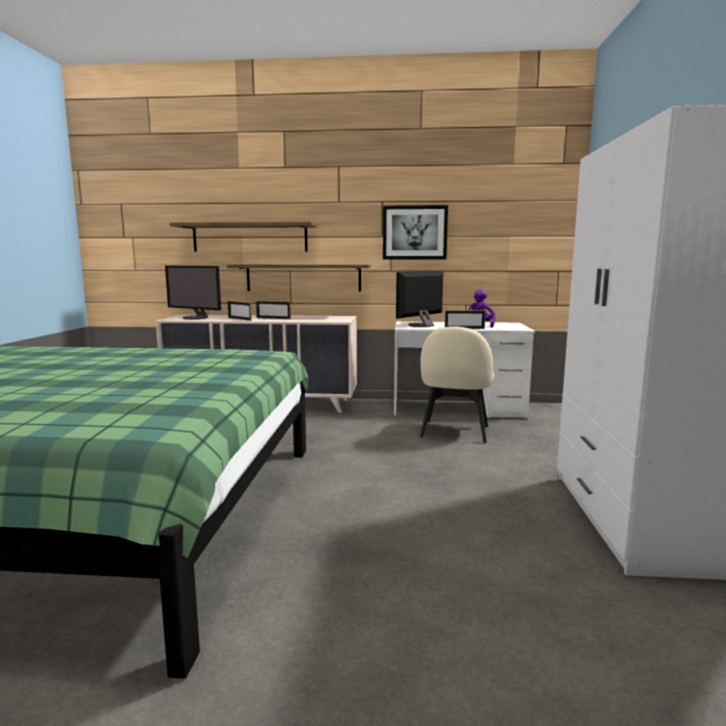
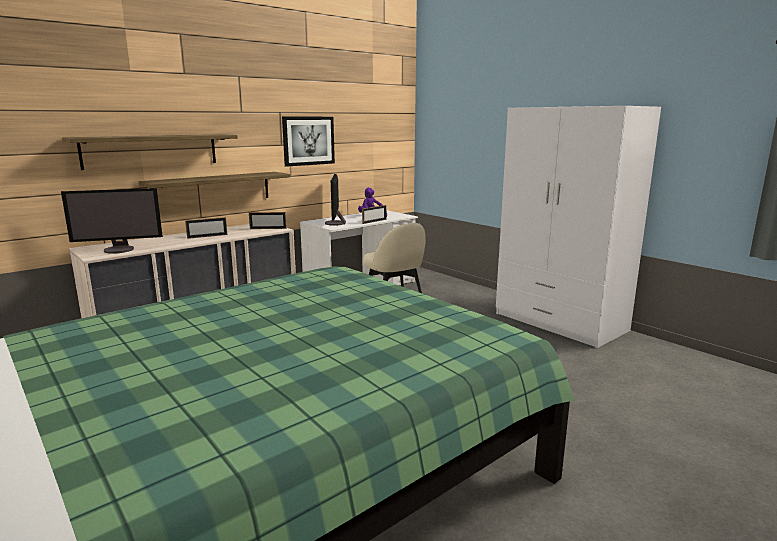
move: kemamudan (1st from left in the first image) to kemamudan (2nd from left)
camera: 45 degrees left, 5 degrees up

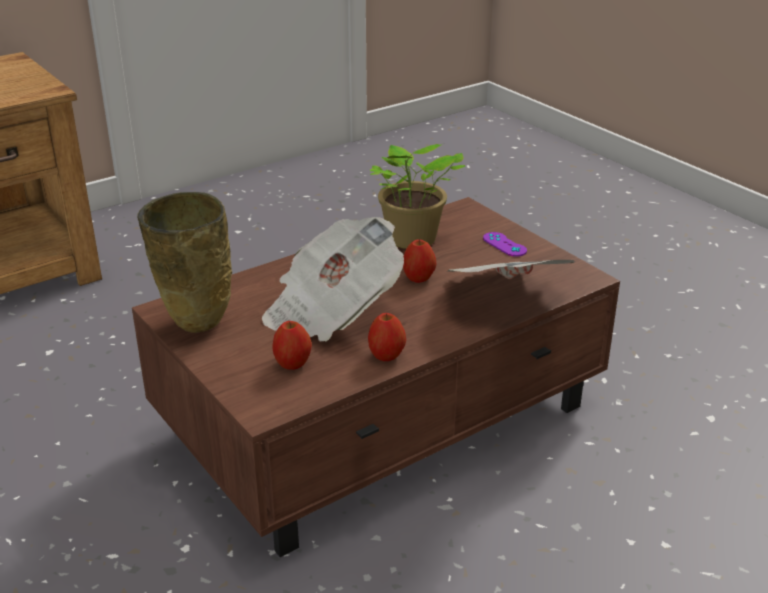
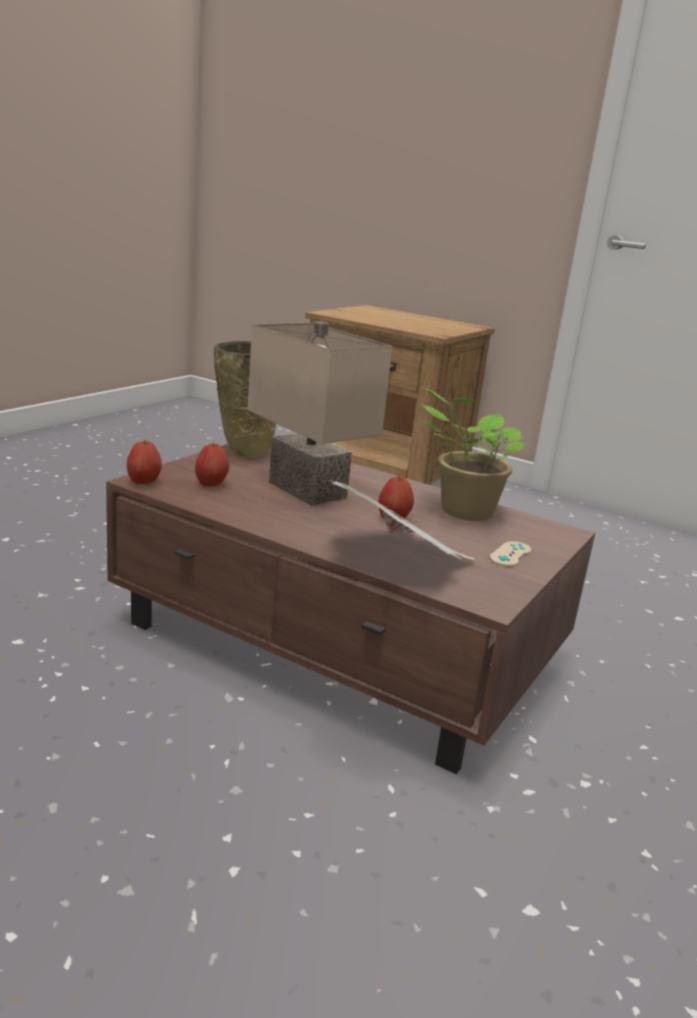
move: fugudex (2nd from left in the first image) to fugudex (1st from left)
replace: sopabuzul (1st from left) to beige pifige
recolor: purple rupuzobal to beige rupuzobal
camera: 65 degrees right, 10 degrees down

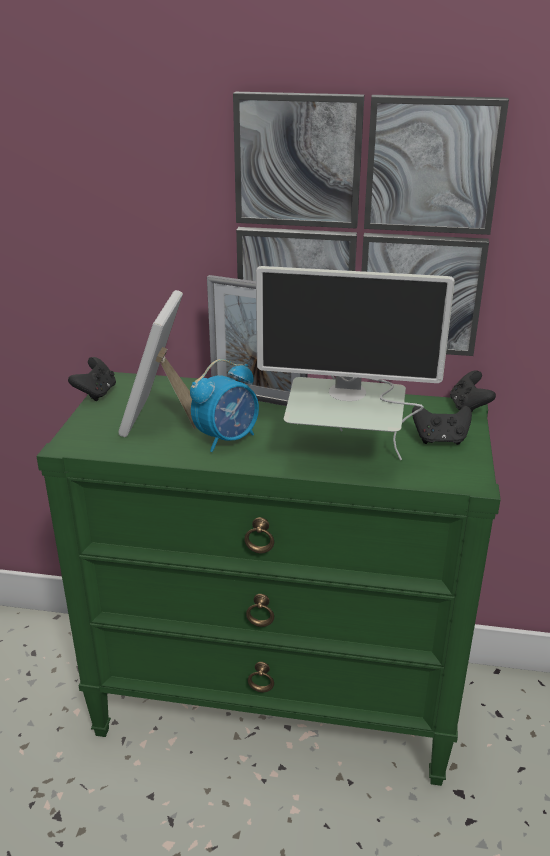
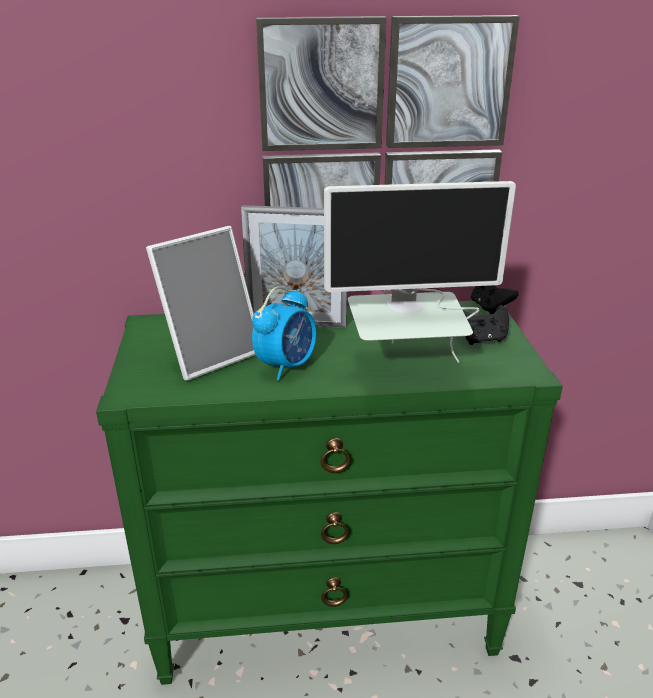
delete: black rupuzobal (1st from left)
rotate: kemamudan (1st from left) 120 degrees counterclockwise
camera: 15 degrees left, 0 degrees up

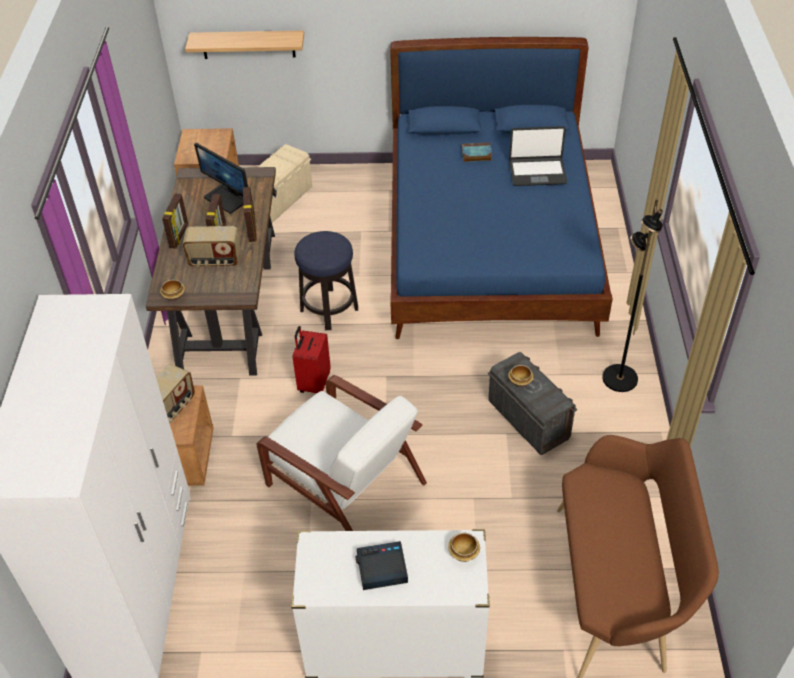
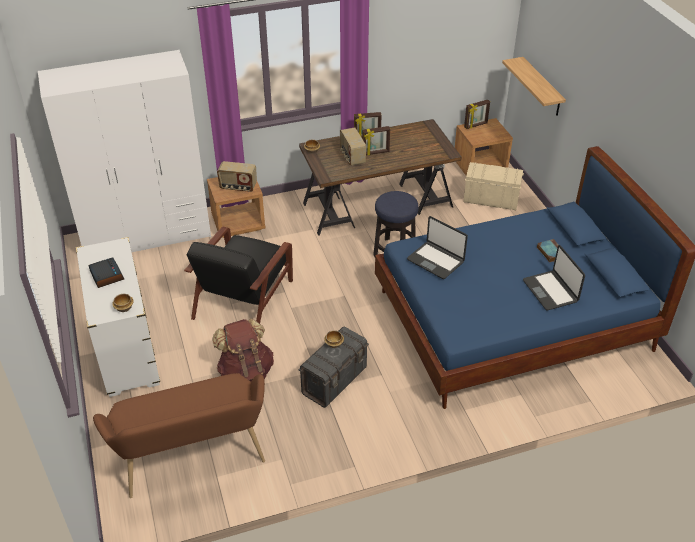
delete: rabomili; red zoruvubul; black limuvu
insert: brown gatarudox; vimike (1st from left)
move: kemamudan (3rd from left)
recolor: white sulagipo to black sulagipo
camera: 70 degrees right, 5 degrees down

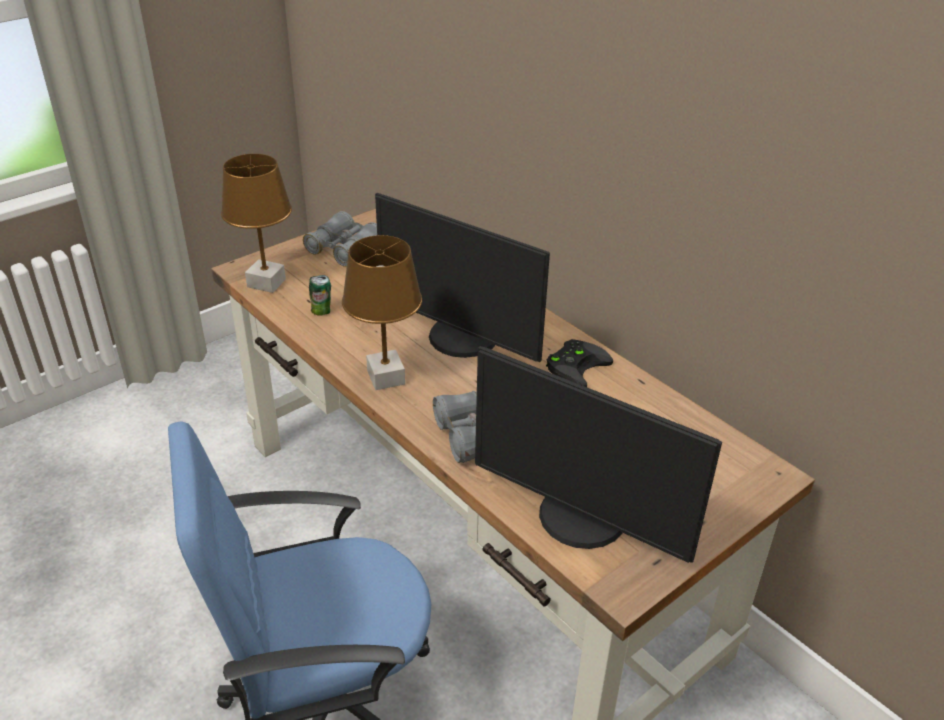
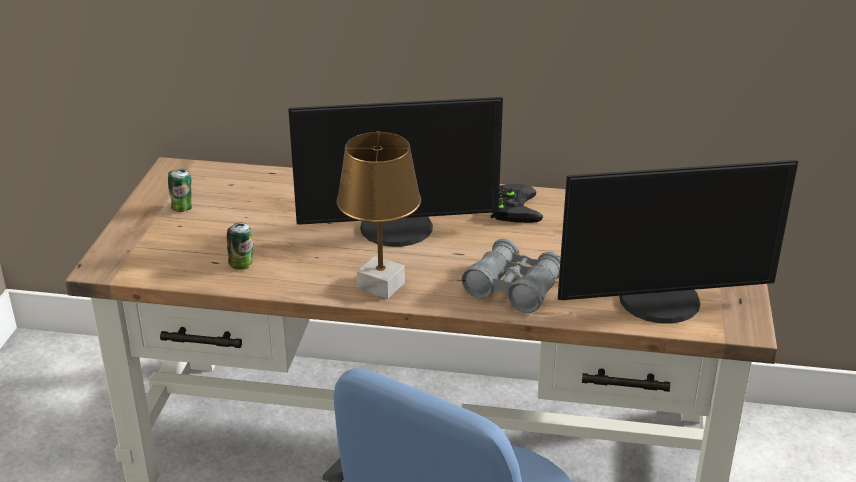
delete: brown pifige (1st from left)
replace: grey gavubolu (1st from left) to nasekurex (1st from left)
camera: 40 degrees left, 5 degrees down

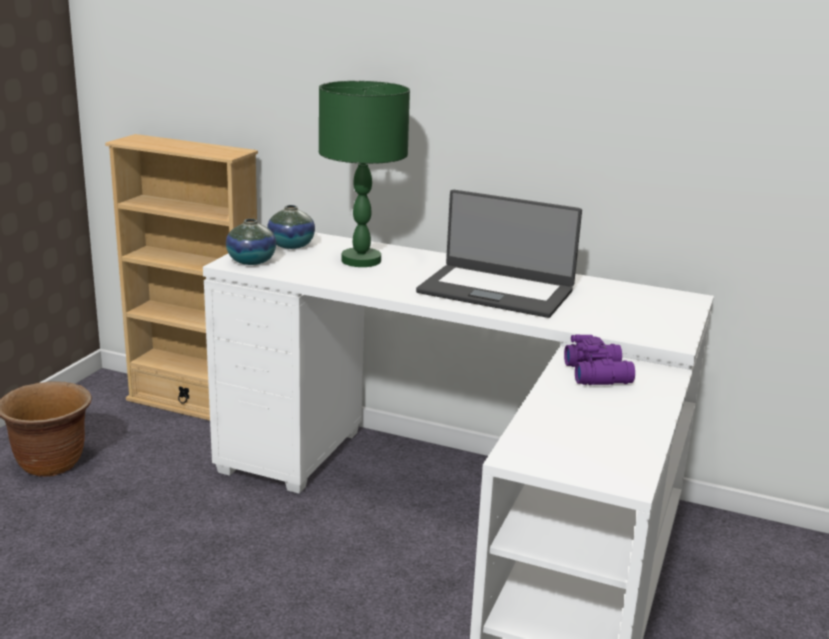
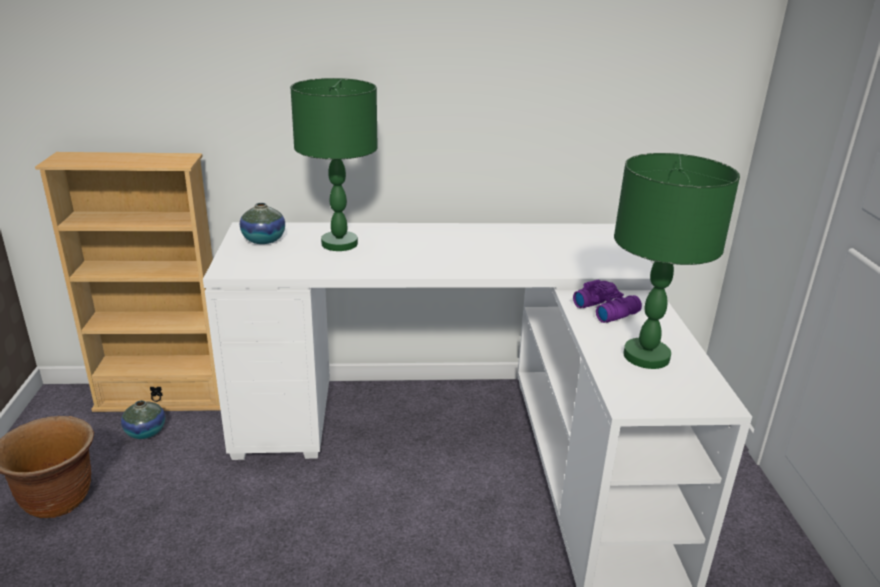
delete: vimike
insert: green pifige (2nd from left)
move: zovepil (1st from left)
camera: 25 degrees left, 5 degrees up

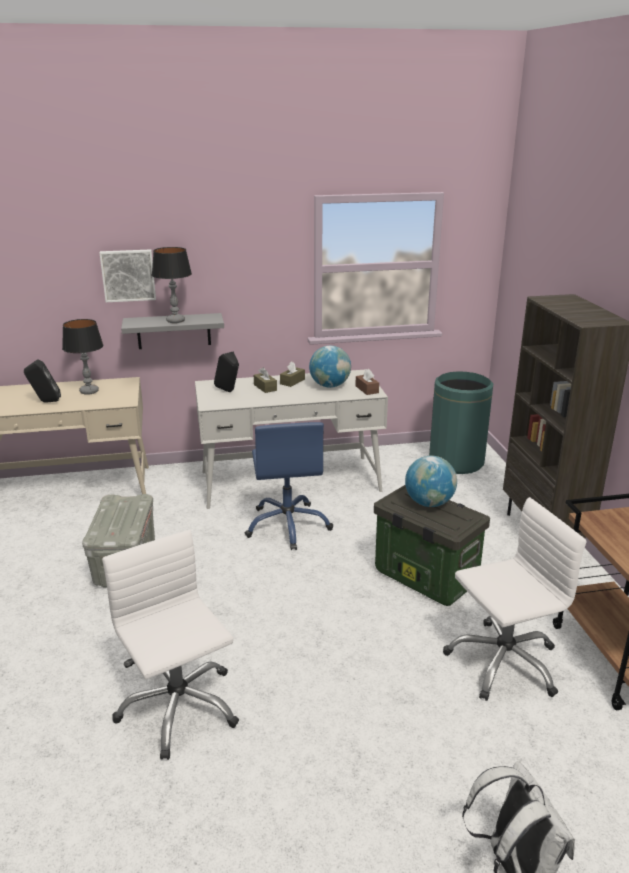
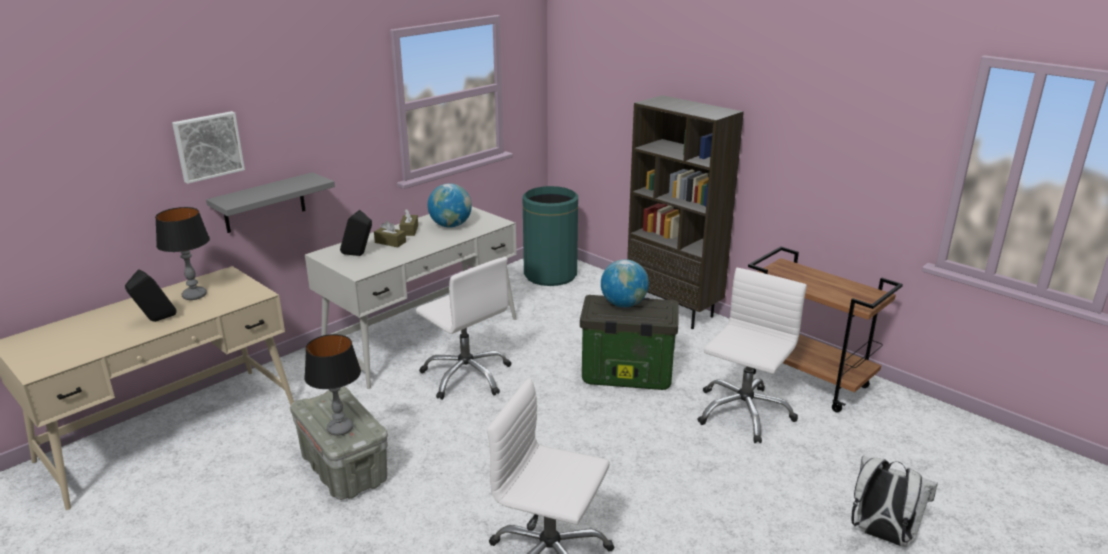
delete: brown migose (3rd from left)
move: pifige (2nd from left)
recolor: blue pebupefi to white pebupefi (1st from left)
camera: 35 degrees left, 0 degrees up

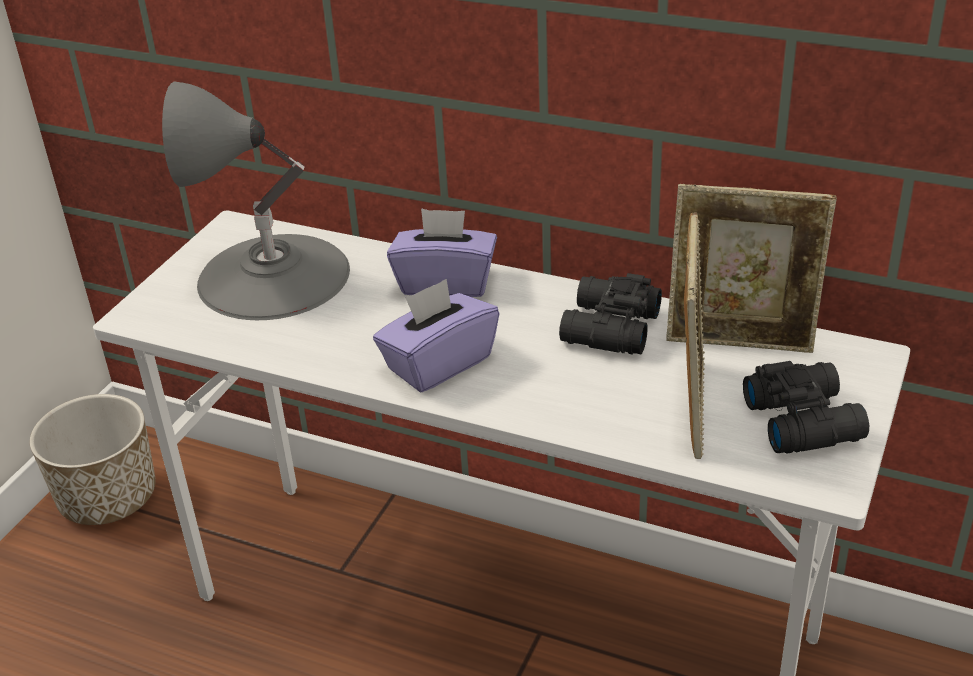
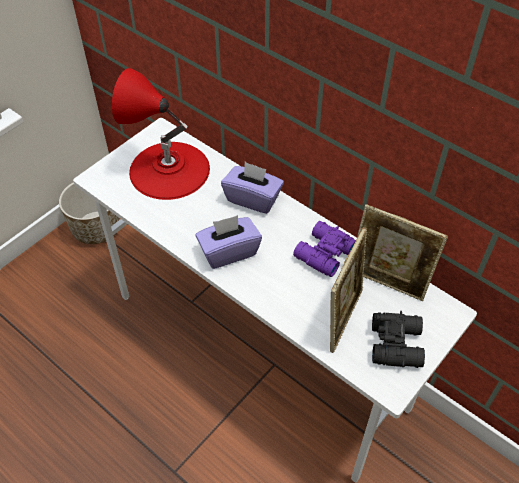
recolor: grey pifige to red pifige; black gavubolu (1st from left) to purple gavubolu
camera: 15 degrees right, 15 degrees up

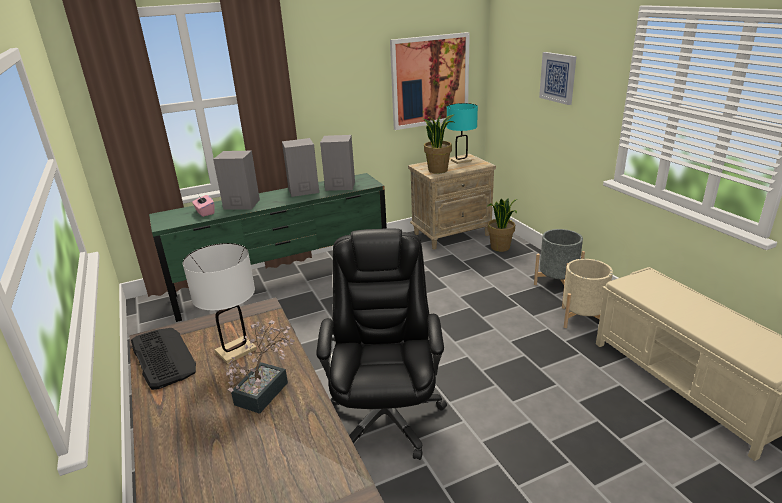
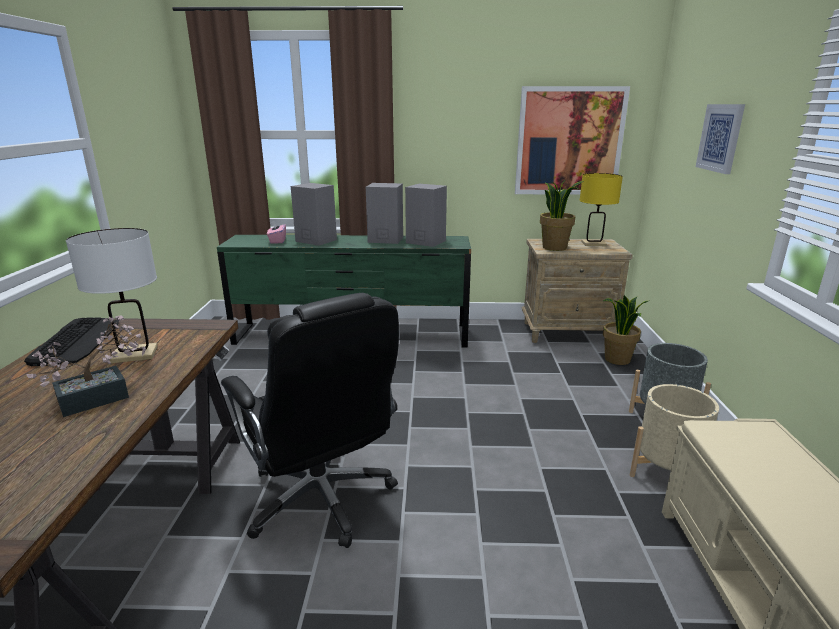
recolor: turquoise pifige to yellow pifige
rotate: black pebupefi 120 degrees clockwise
camera: 25 degrees right, 5 degrees down

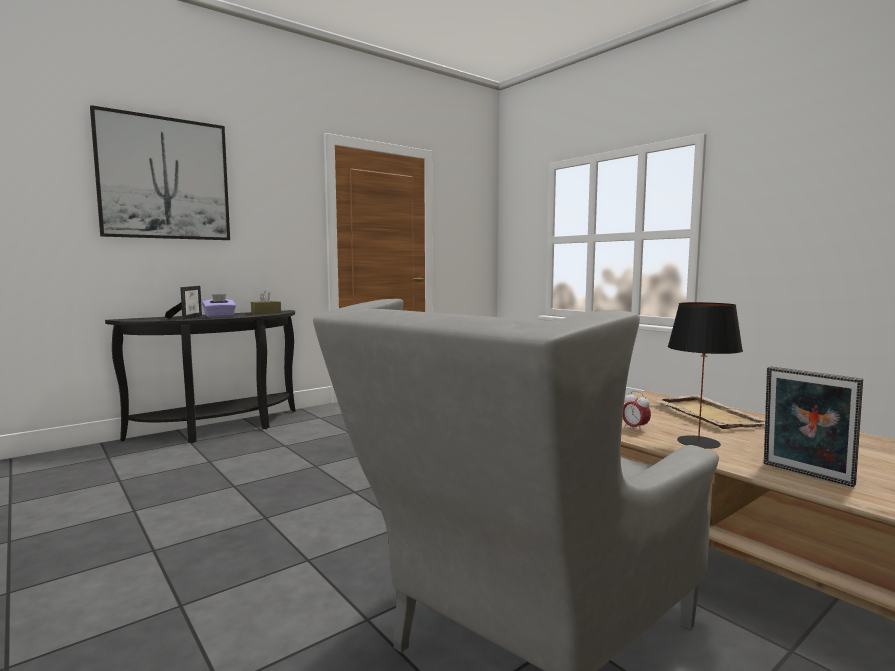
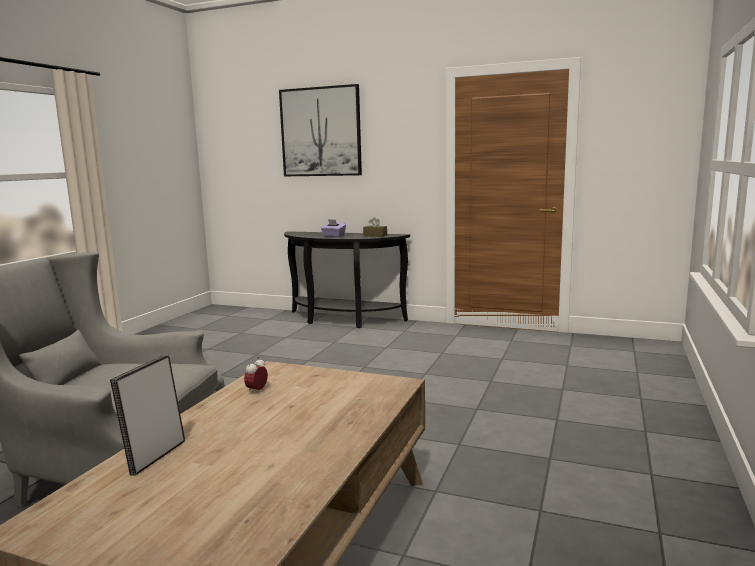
delete: kemamudan (1st from left); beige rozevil; black pifige
camera: 60 degrees right, 5 degrees up

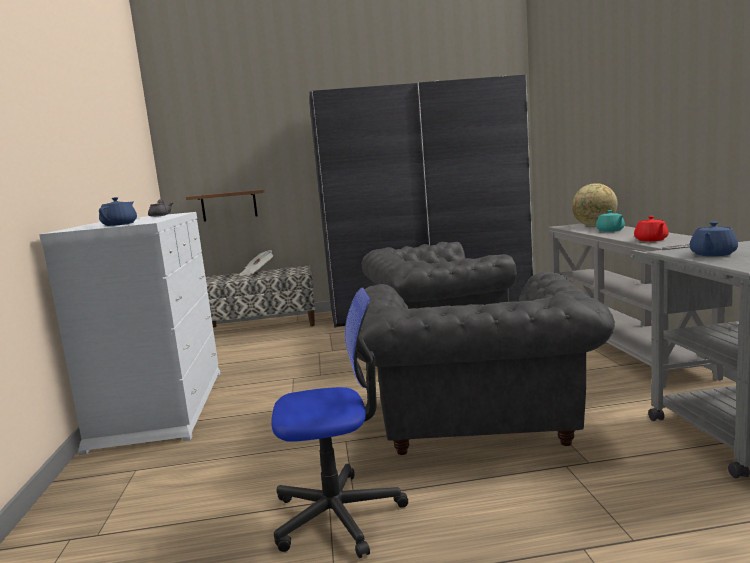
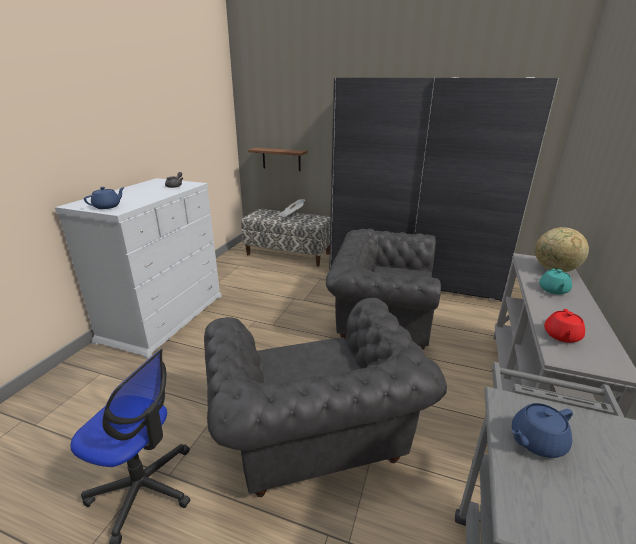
rotate: grey sulagipo (2nd from left in the first image) 45 degrees counterclockwise
camera: 25 degrees right, 15 degrees up

